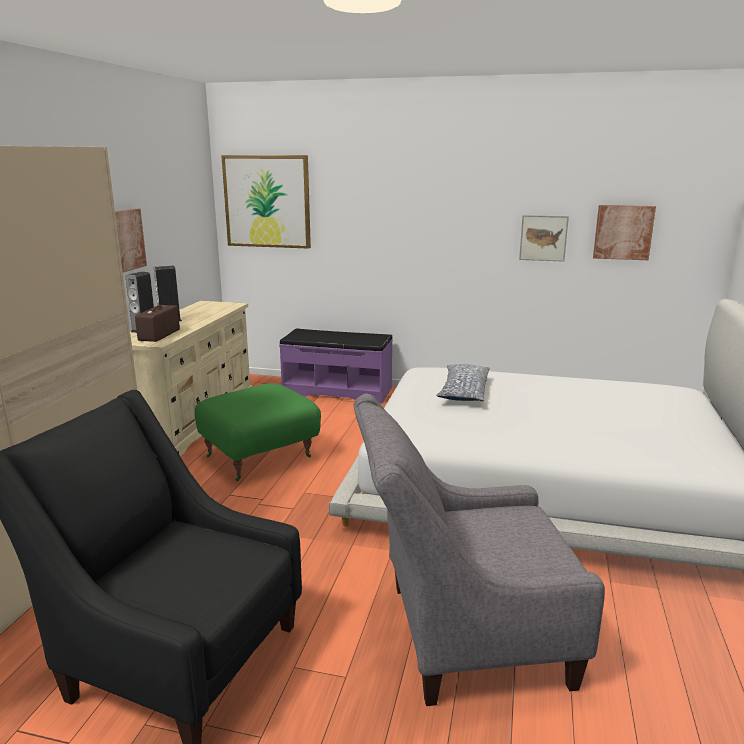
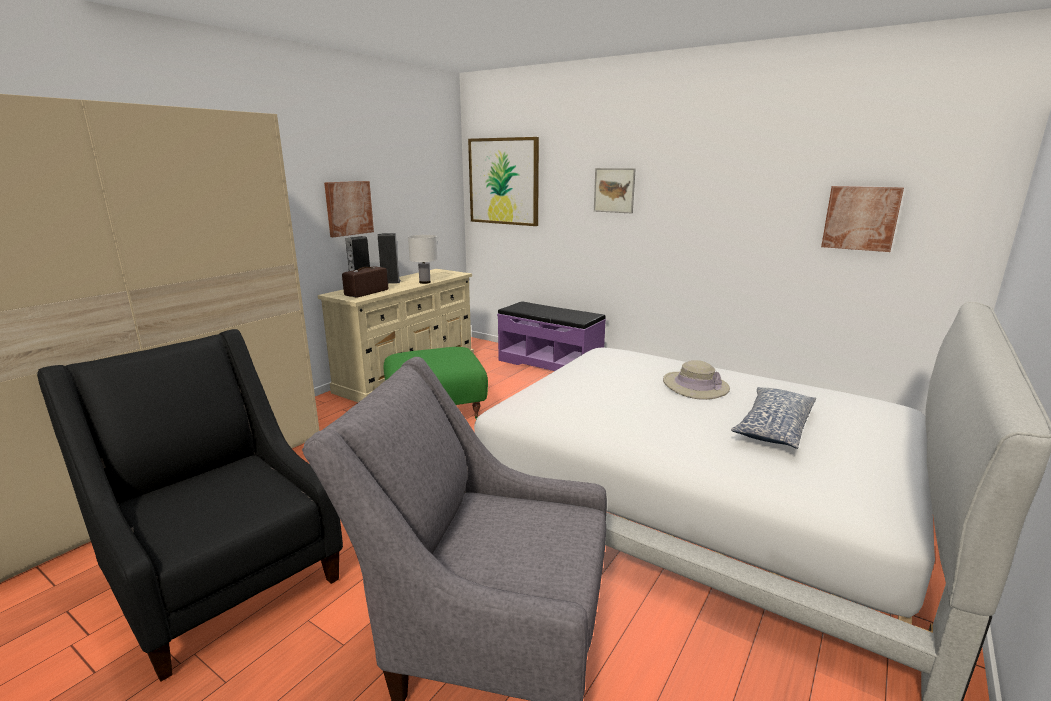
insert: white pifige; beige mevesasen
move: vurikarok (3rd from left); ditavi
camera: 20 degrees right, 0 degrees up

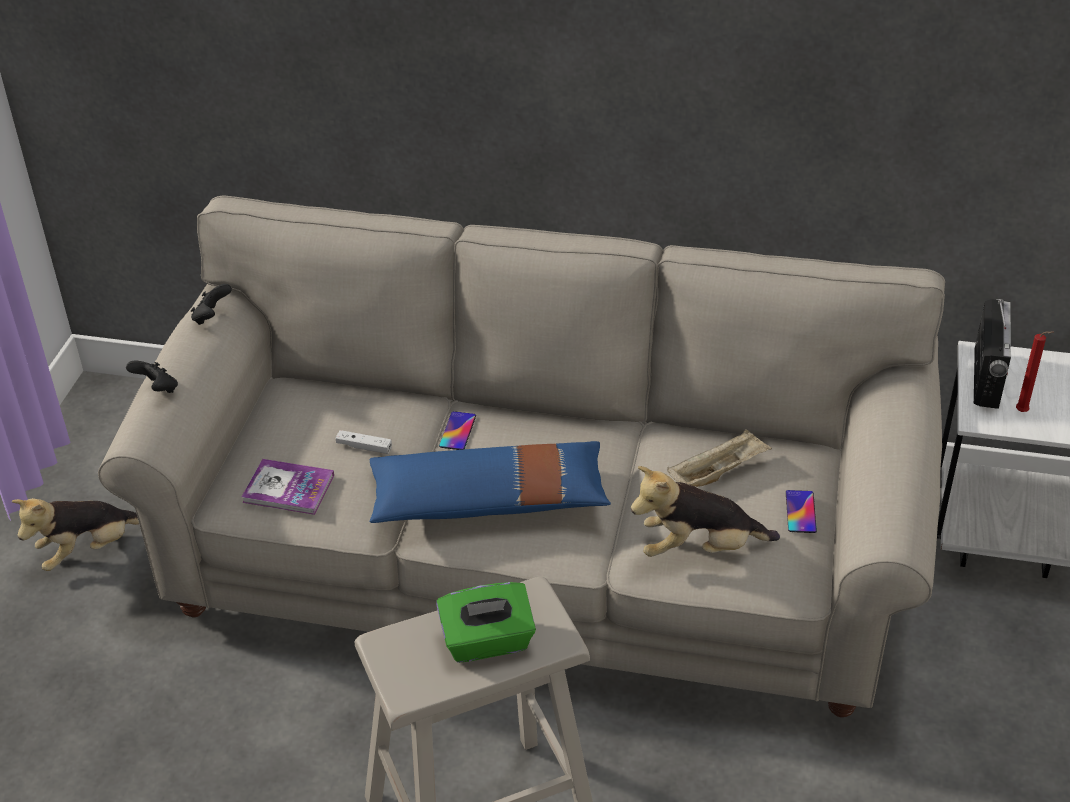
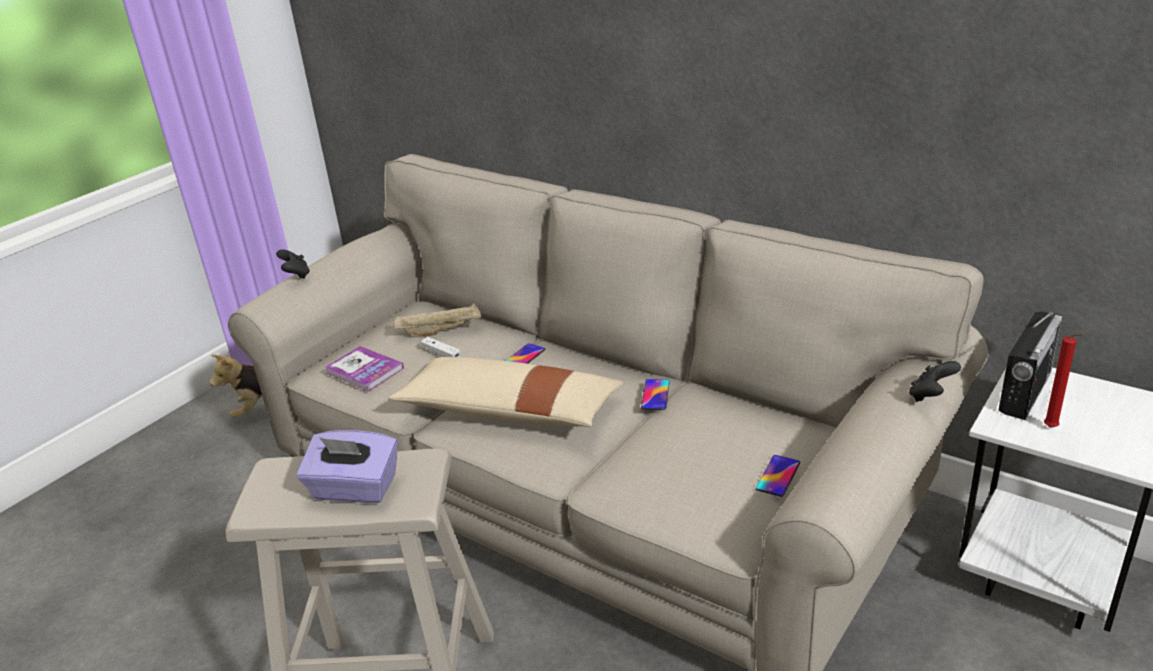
delete: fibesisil (2nd from left)
insert: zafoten (2nd from left)
move: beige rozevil; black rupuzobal (2nd from left)
recolor: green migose to purple migose; blue ditavi to beige ditavi
camera: 25 degrees right, 10 degrees down

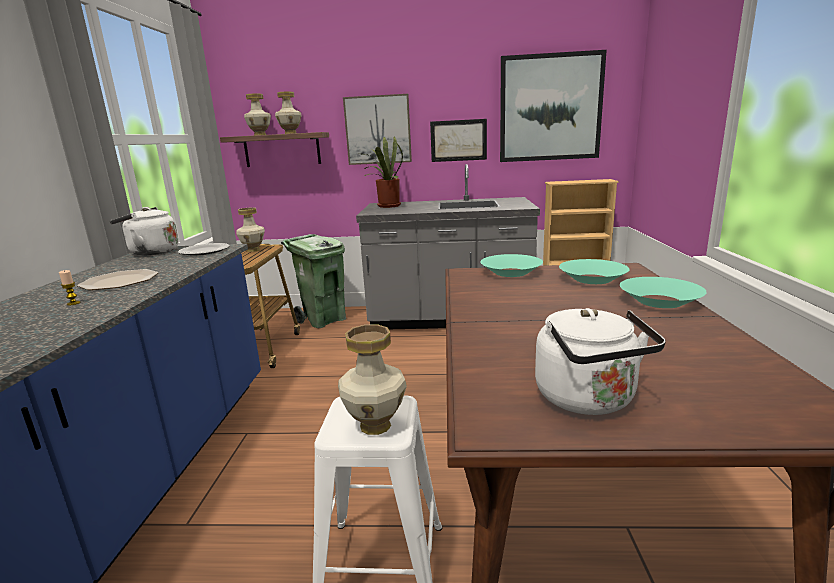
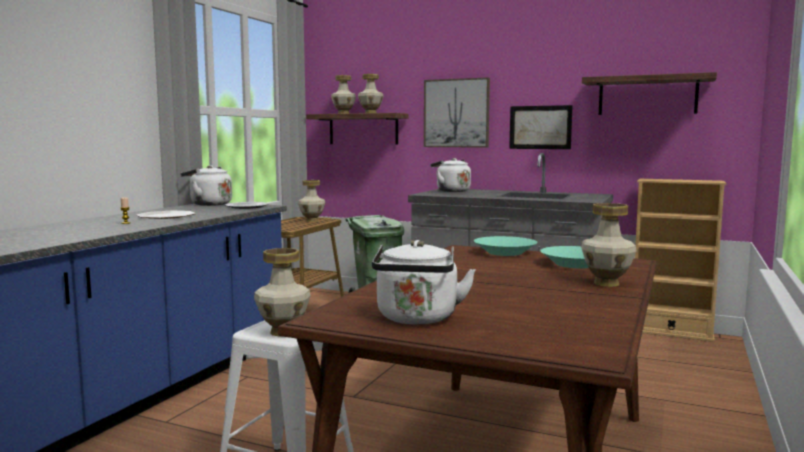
replace: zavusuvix to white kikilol (3rd from left); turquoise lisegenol (3rd from left) to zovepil (5th from left); vurikarok (3rd from left) to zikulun (2nd from left)
camera: 20 degrees right, 10 degrees down

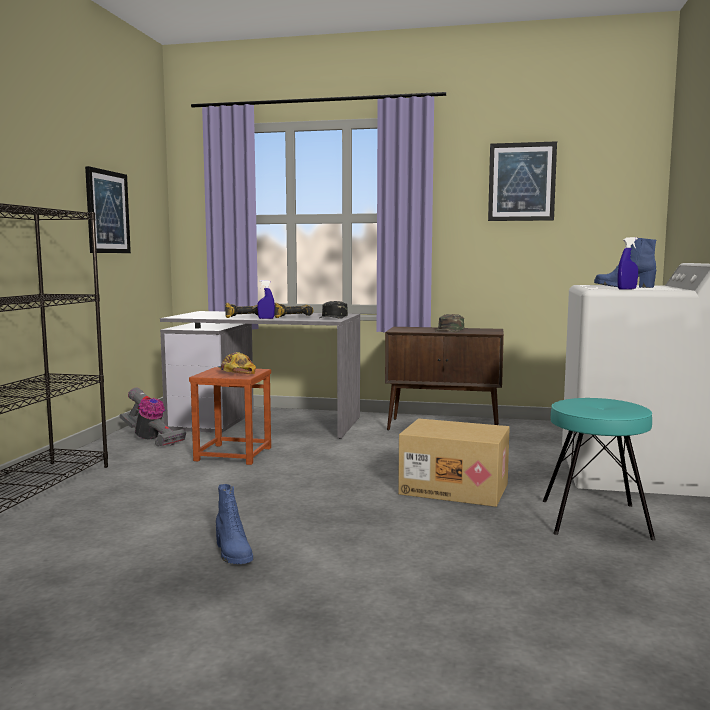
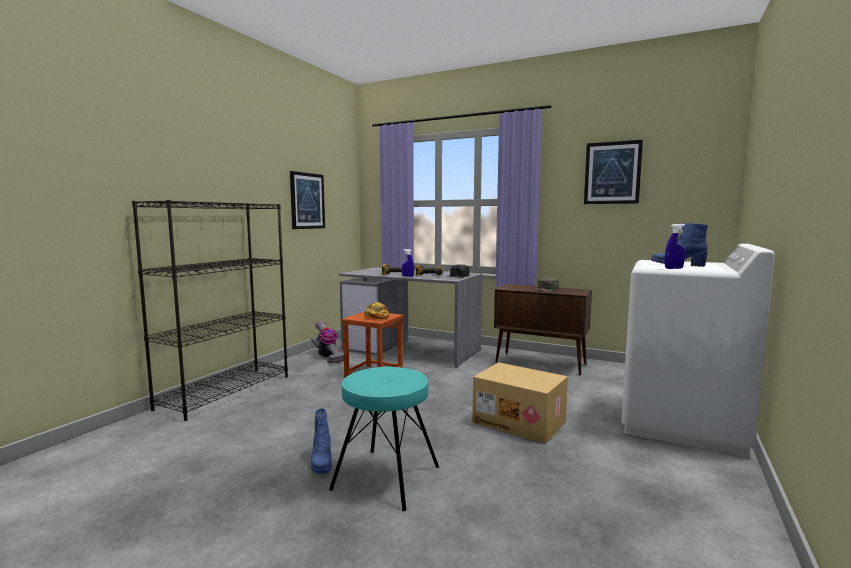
move: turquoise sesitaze
camera: 15 degrees right, 0 degrees up

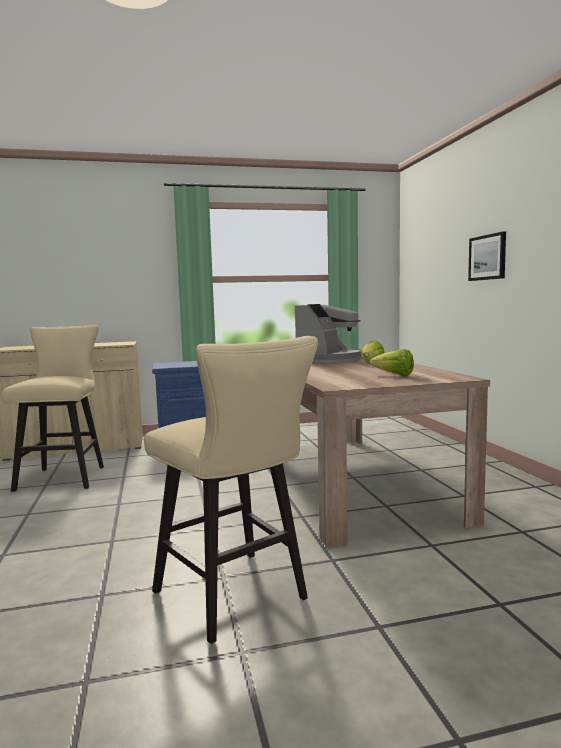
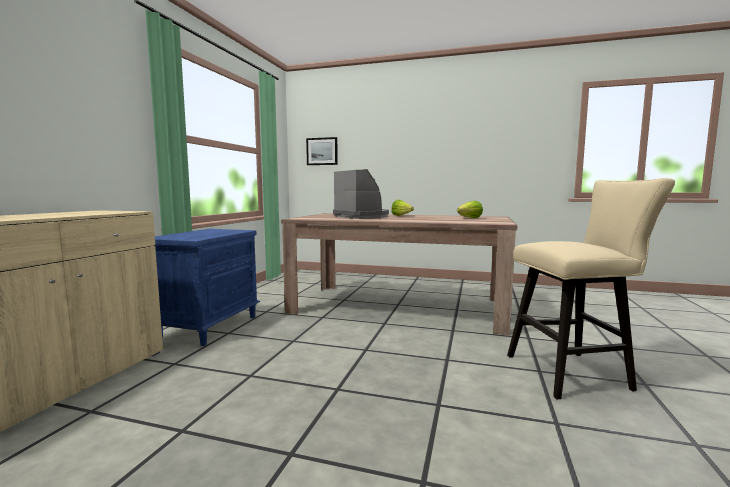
delete: beige sesitaze (1st from left)
move: vurikarok
camera: 60 degrees left, 0 degrees up

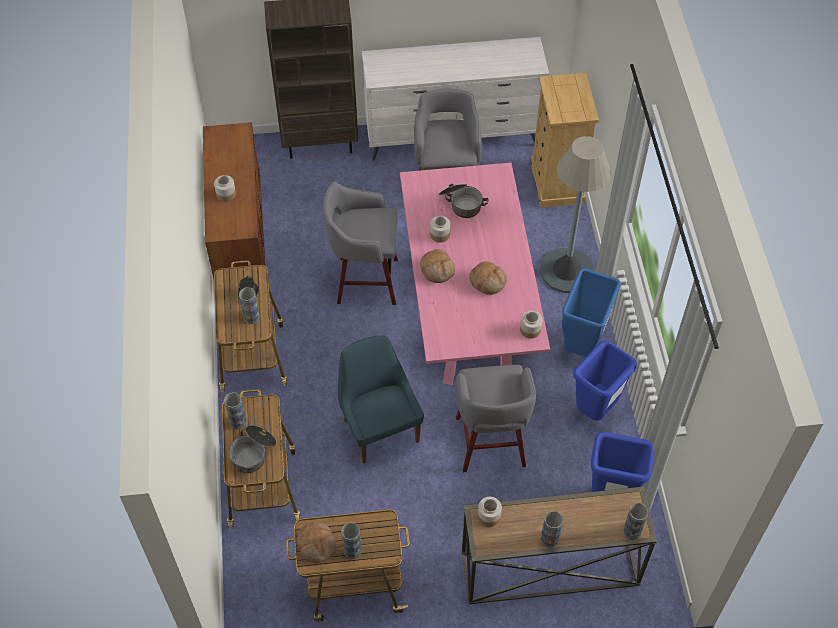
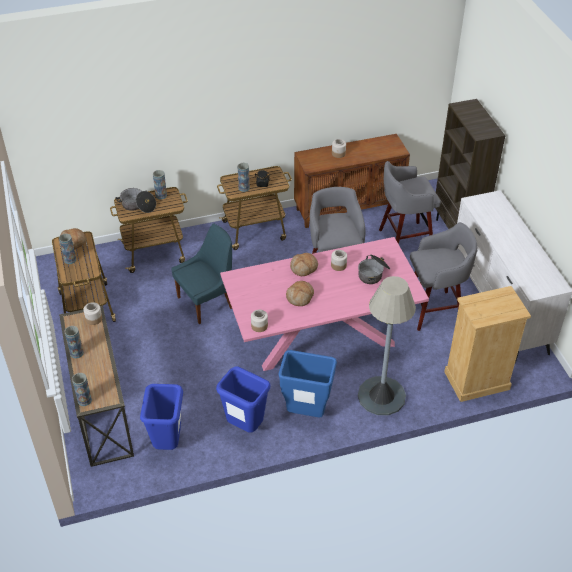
move: grey sesitaze (3rd from left in the first image) to grey sesitaze (2nd from left)
camera: 80 degrees right, 10 degrees down

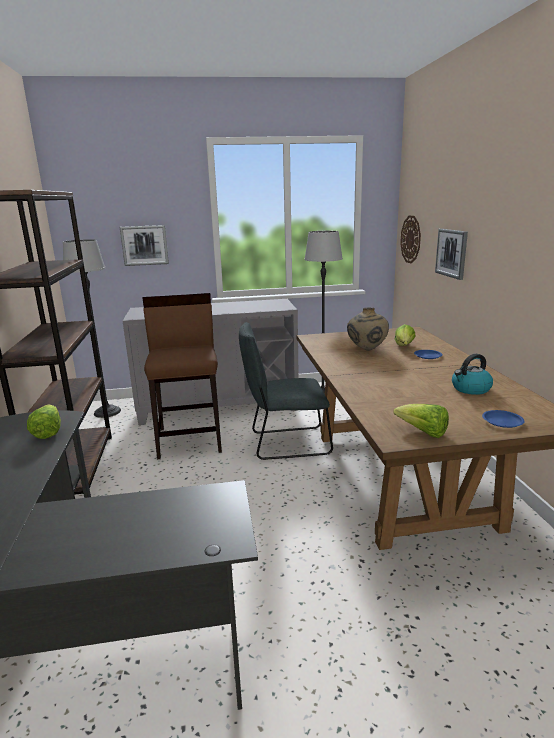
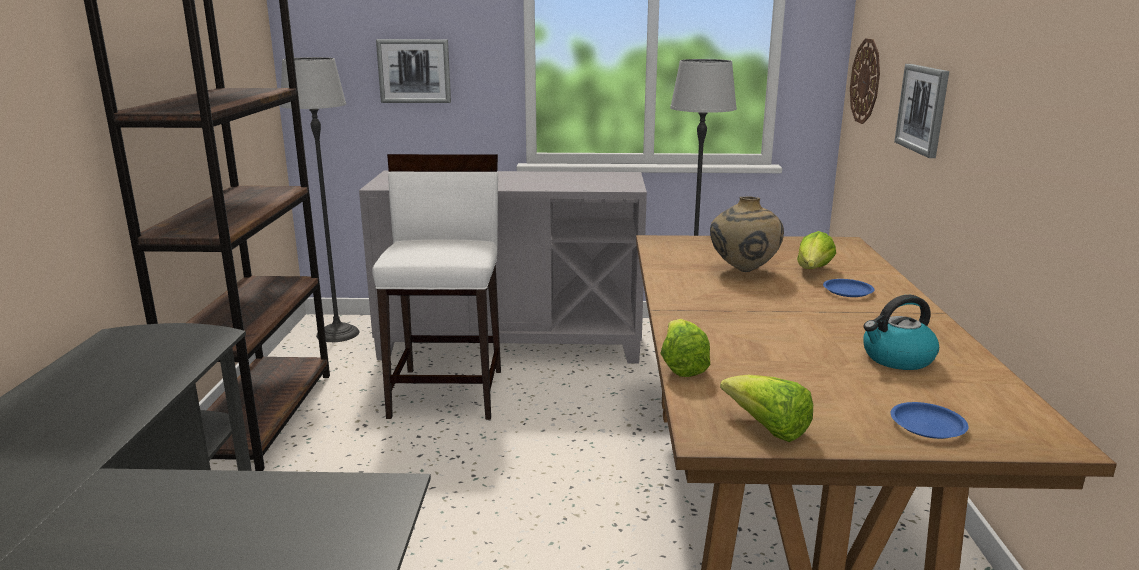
delete: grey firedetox
move: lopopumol (1st from left)
recolor: brown sesitaze to white sesitaze
camera: 10 degrees right, 0 degrees up

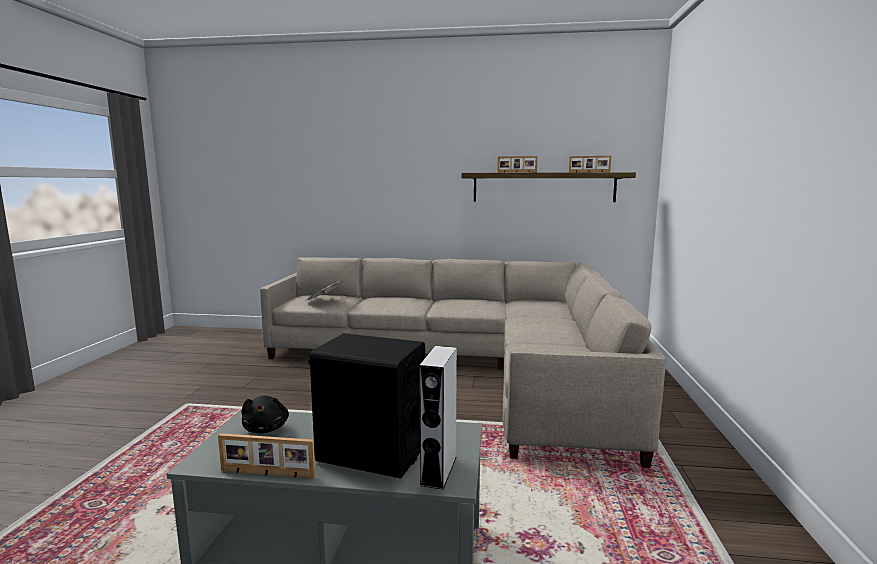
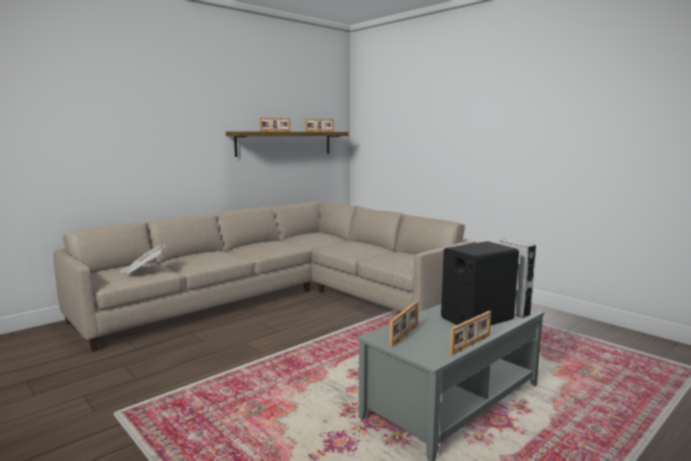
replace: black fibesisil to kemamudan (3rd from left)
camera: 50 degrees left, 0 degrees up

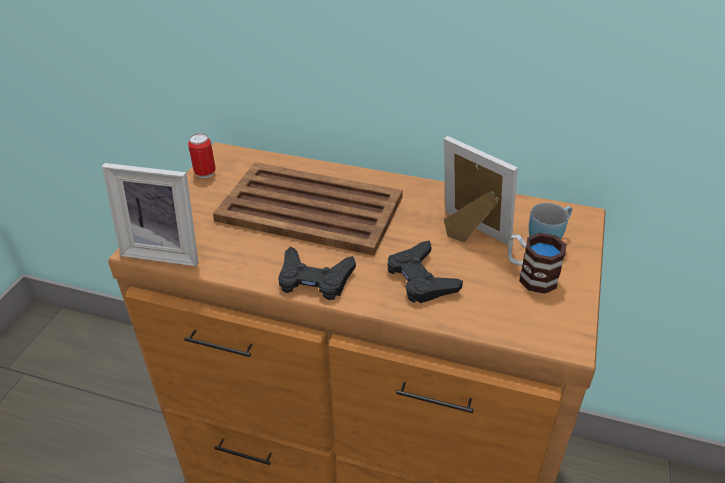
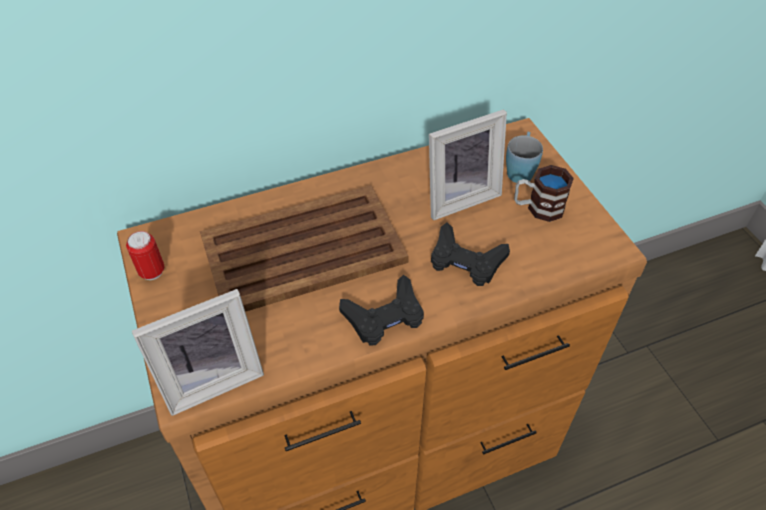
rotate: kemamudan (2nd from left) 150 degrees clockwise
camera: 40 degrees left, 10 degrees up

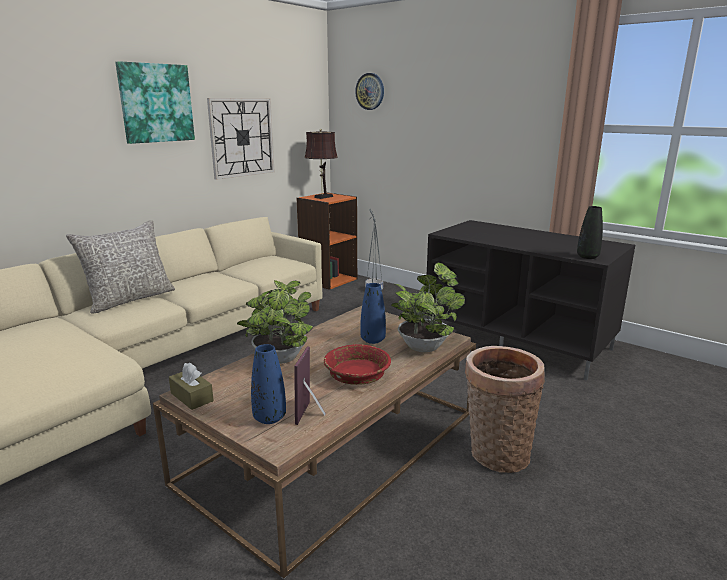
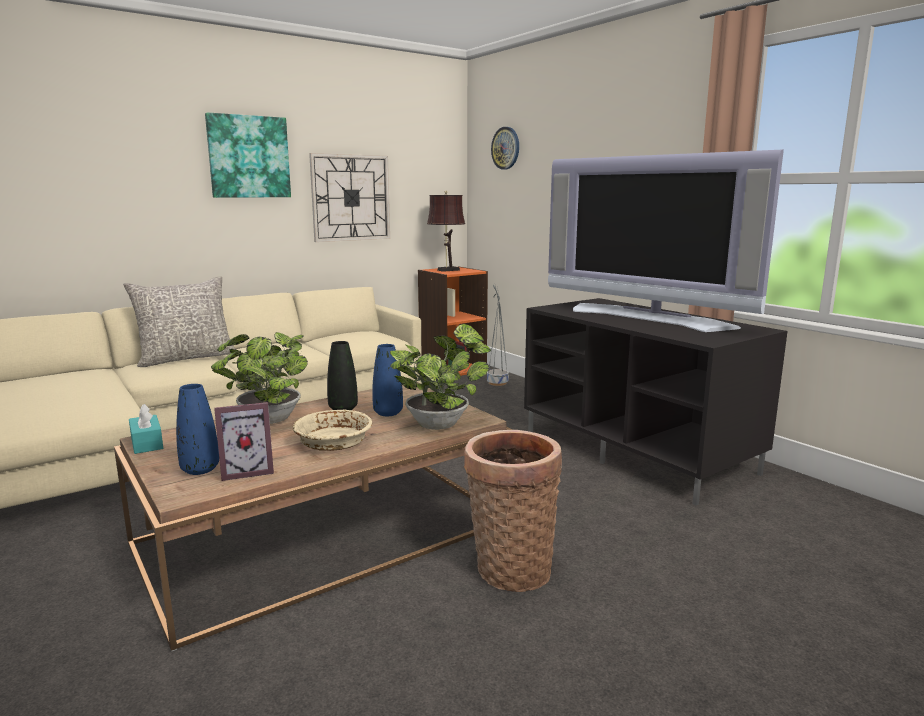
insert: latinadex
move: black zovepil
recolor: brown migose to turquoise migose; red lisegenol to beige lisegenol
rotate: kemamudan 135 degrees counterclockwise
camera: 15 degrees right, 5 degrees down

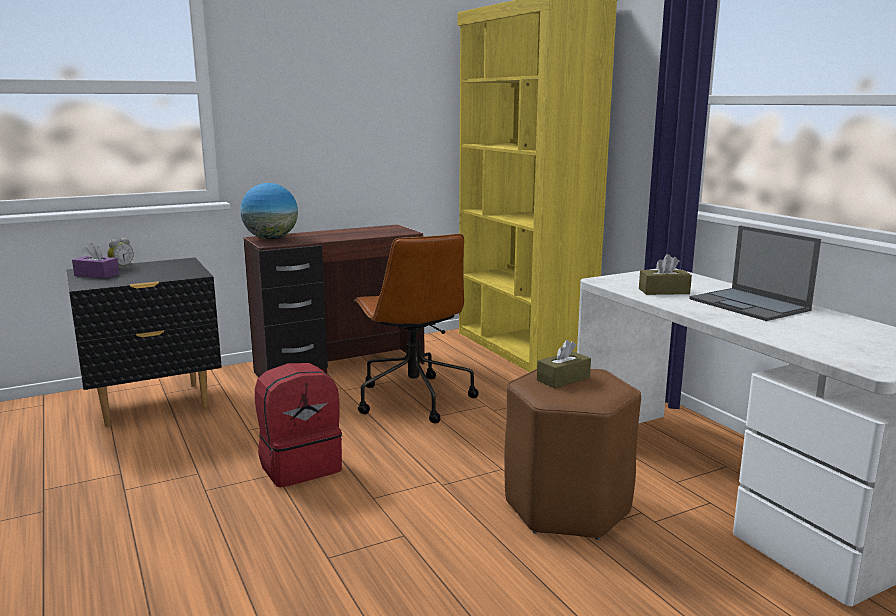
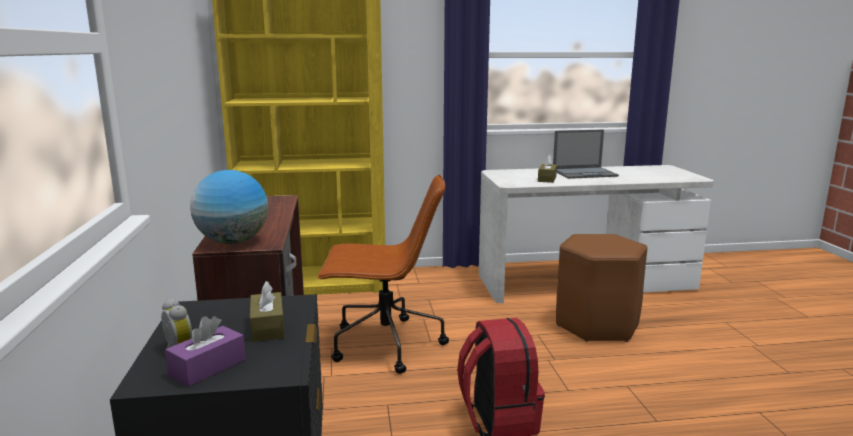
move: brown migose (1st from left)
camera: 70 degrees left, 0 degrees up

